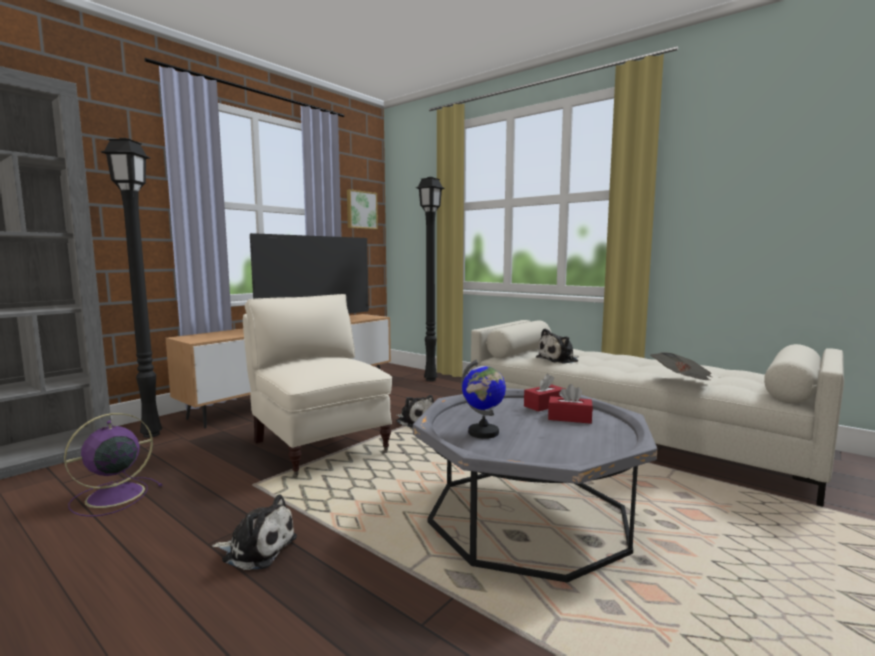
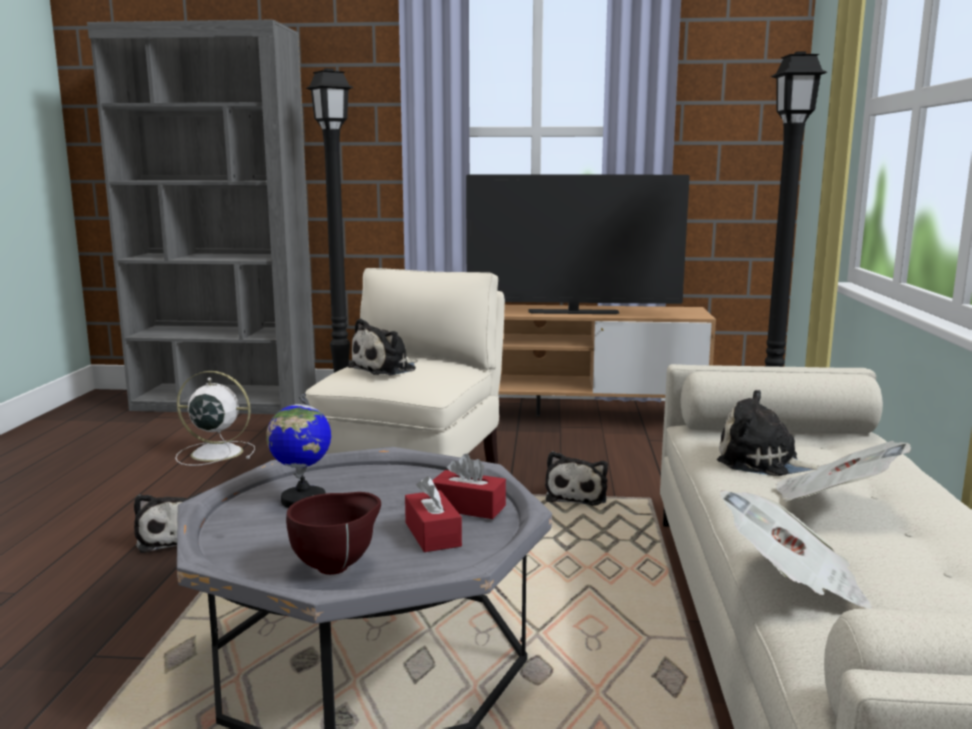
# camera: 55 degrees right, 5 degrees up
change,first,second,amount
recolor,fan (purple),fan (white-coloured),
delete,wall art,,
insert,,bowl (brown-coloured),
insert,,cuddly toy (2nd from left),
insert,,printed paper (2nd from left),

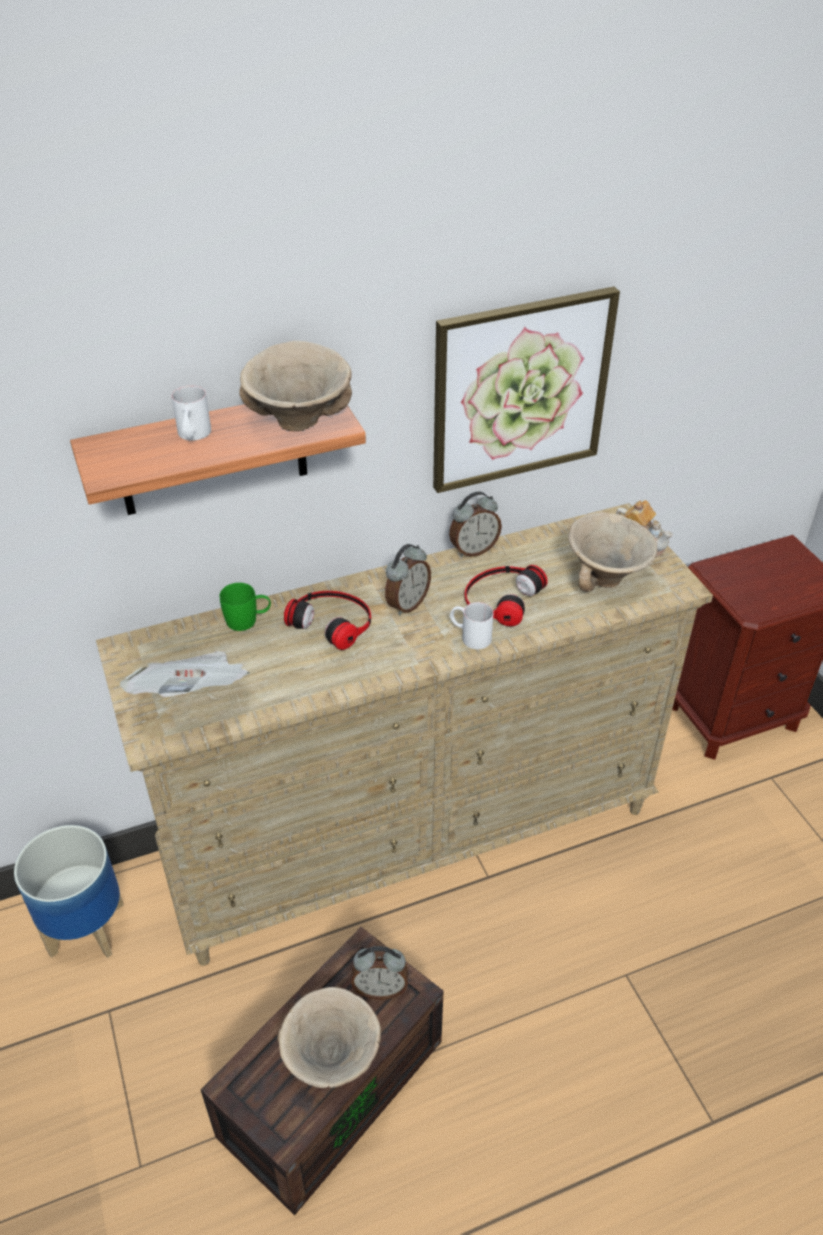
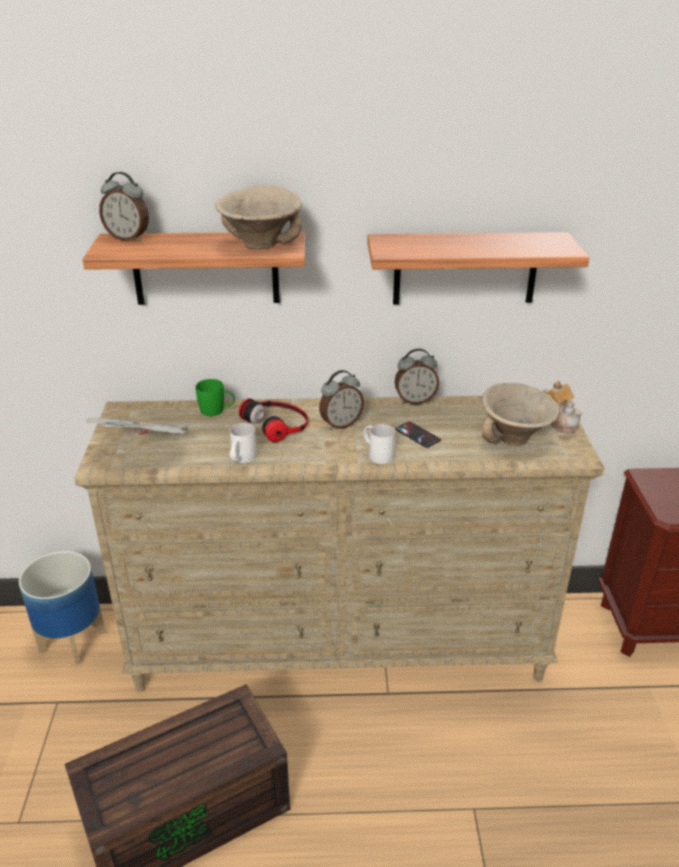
# camera: 20 degrees right, 10 degrees down
change,first,second,amount
move,mug (white-coloured) (1st from left),,
delete,bowl (beige) (2nd from left),,
move,table clock (1st from left),,
replace,wall art,wall shelf (2nd from left),
replace,headphones (2nd from left),handset,

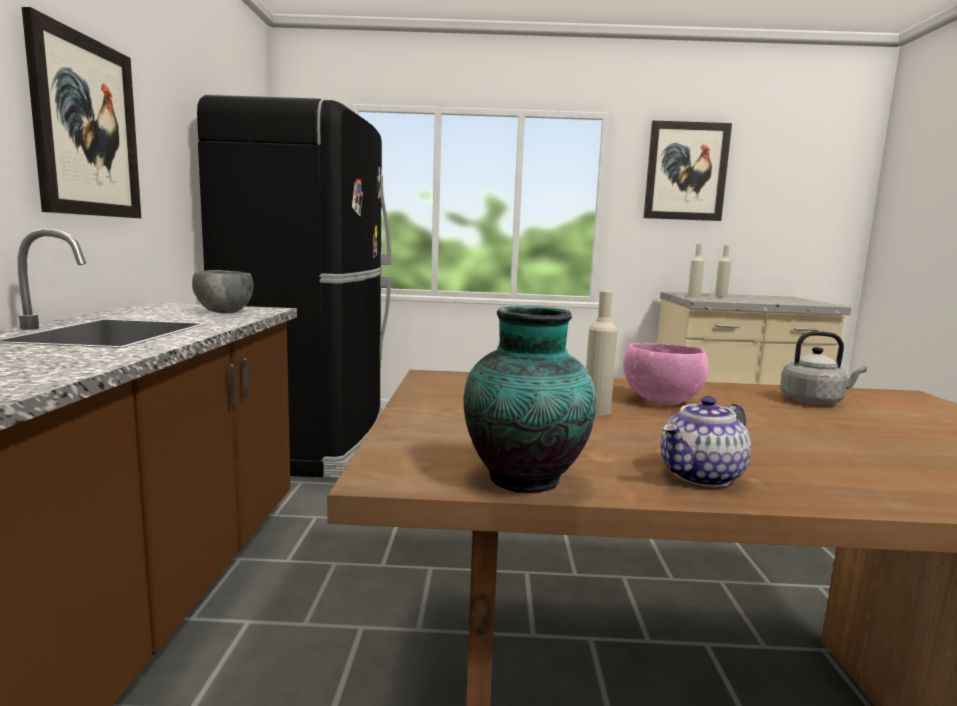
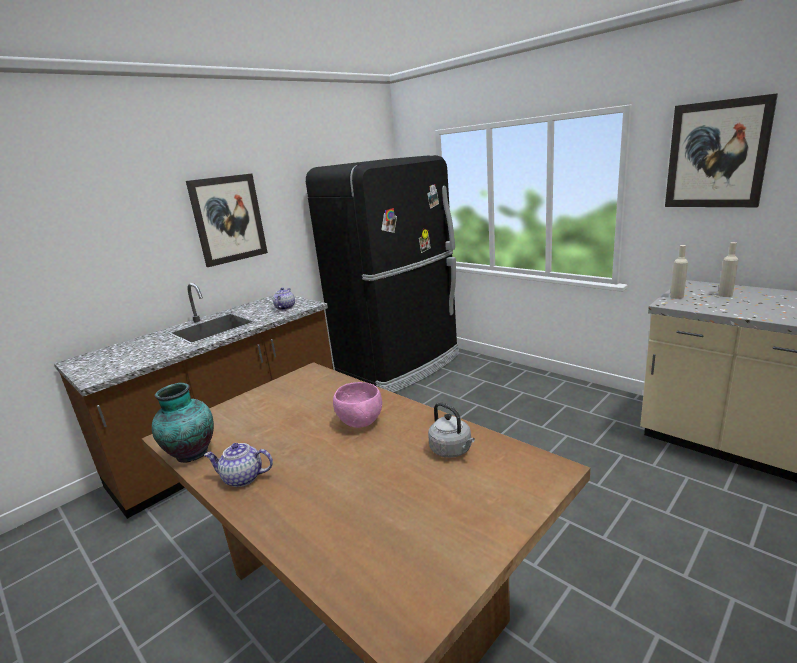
# camera: 45 degrees right, 10 degrees up
change,first,second,amount
replace,bowl (greyish),teapot (2nd from left),
delete,drink bottle (beige) (1st from left),,

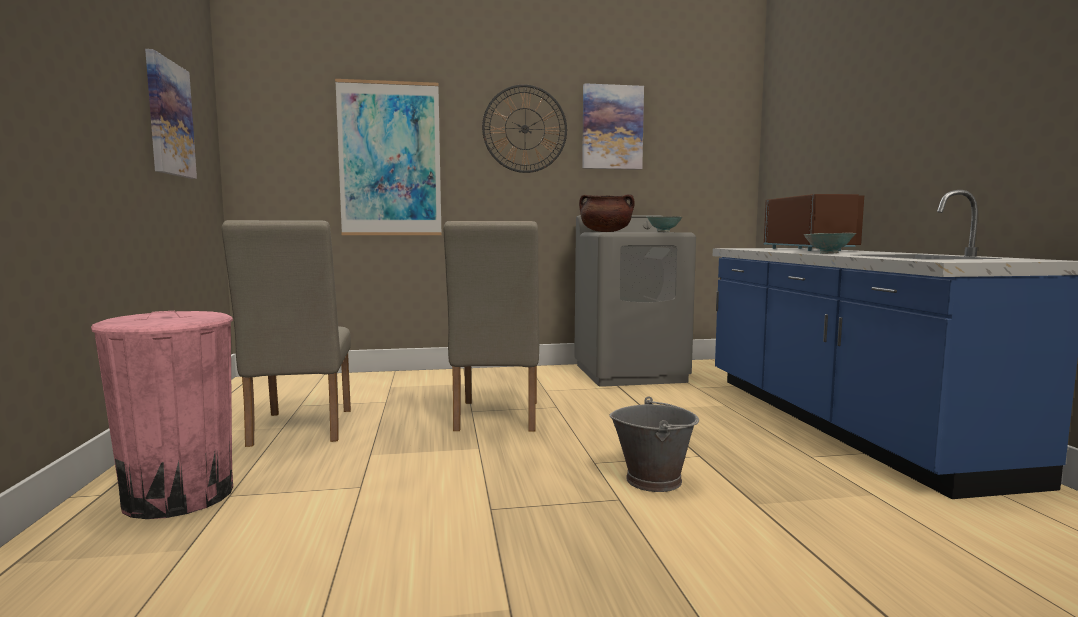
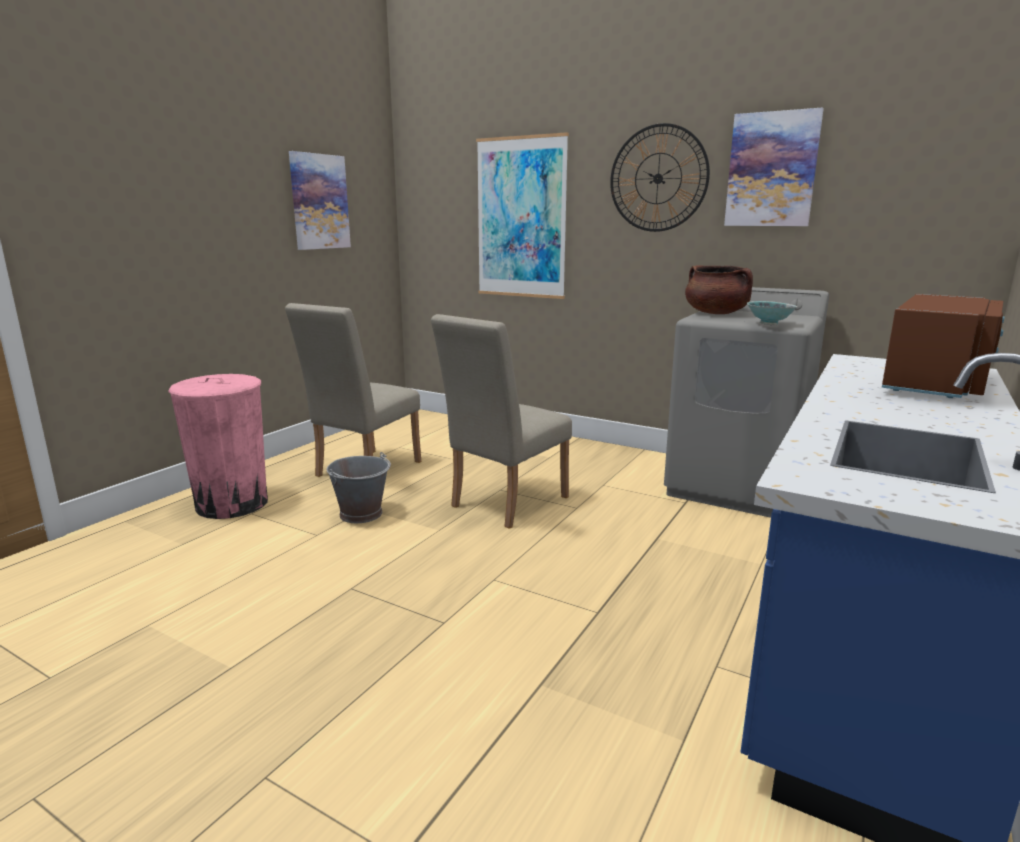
# camera: 40 degrees right, 10 degrees up
change,first,second,amount
move,bucket (greyish),,
delete,bowl (2nd from left),,

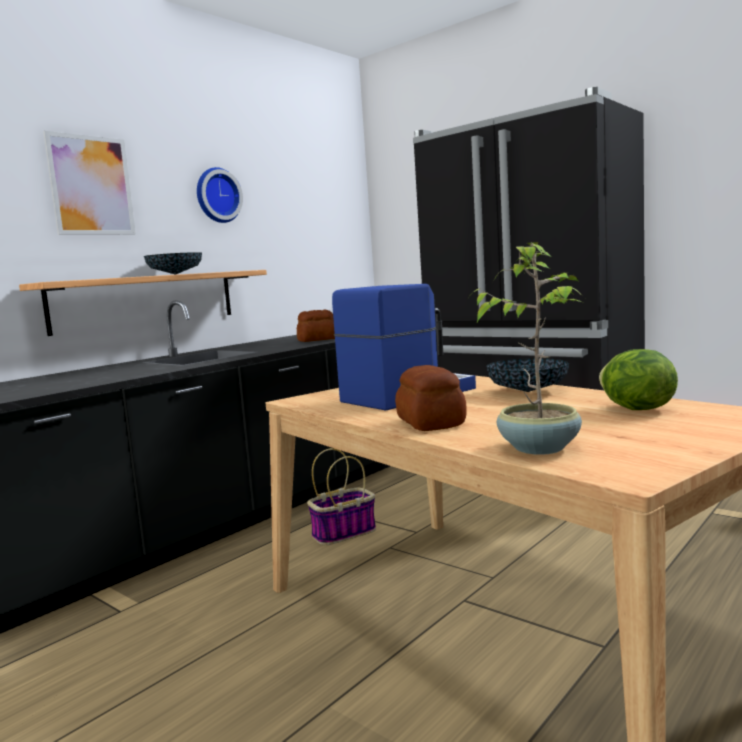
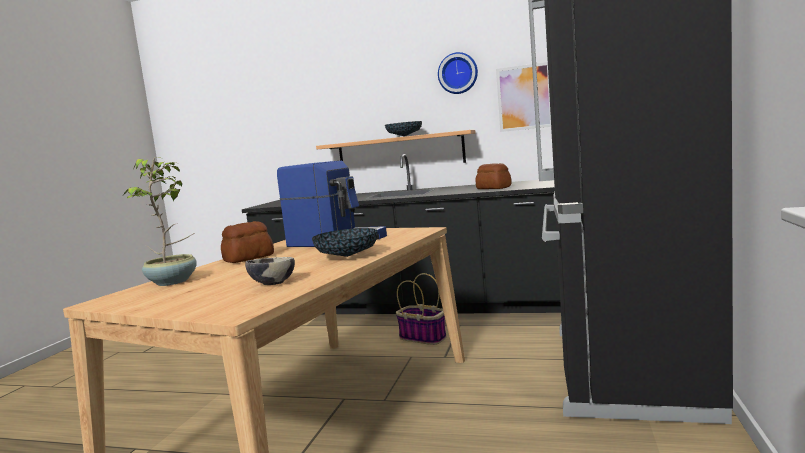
# camera: 65 degrees right, 0 degrees up
change,first,second,amount
move,wall art,,
replace,lettuce head,bowl (1st from left),

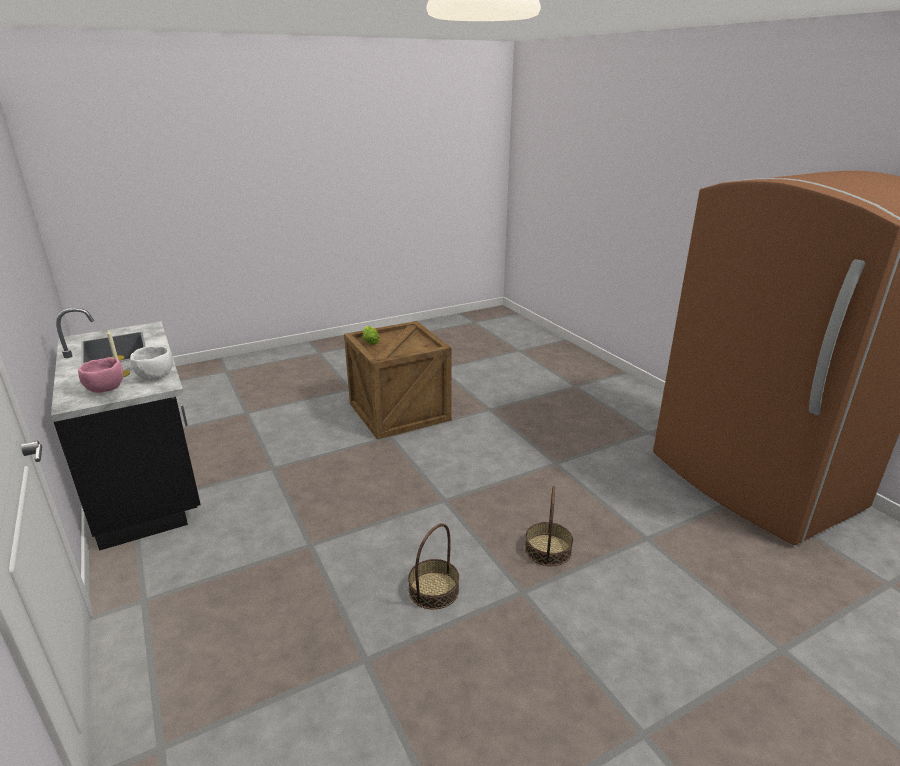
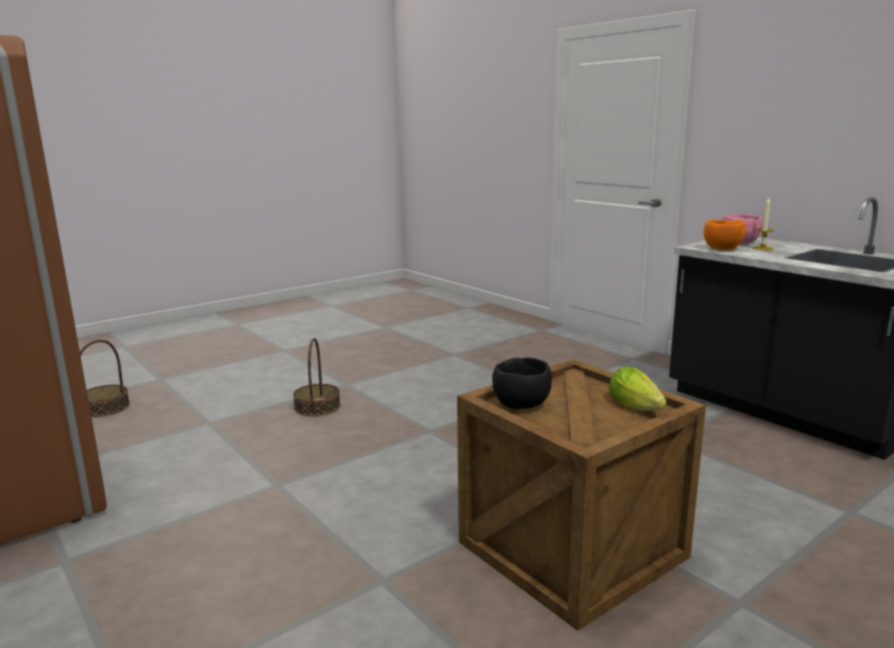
# camera: 170 degrees right, 10 degrees down
change,first,second,amount
recolor,bowl (white-coloured),bowl (orange),
move,basket (1st from left),,
insert,,bowl (black),

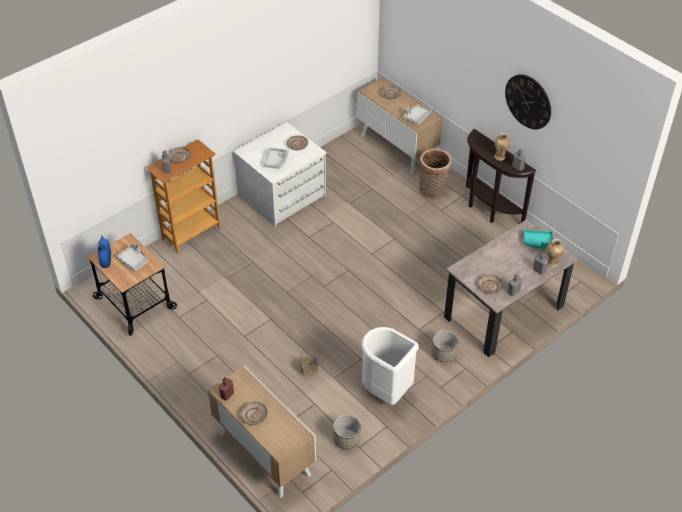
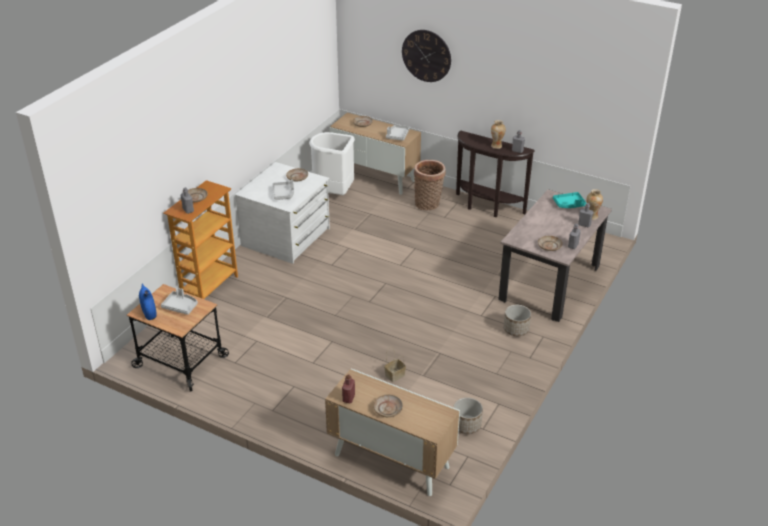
# camera: 20 degrees left, 10 degrees down
change,first,second,amount
move,trash can (white-coloured),,
move,hanging clock,,

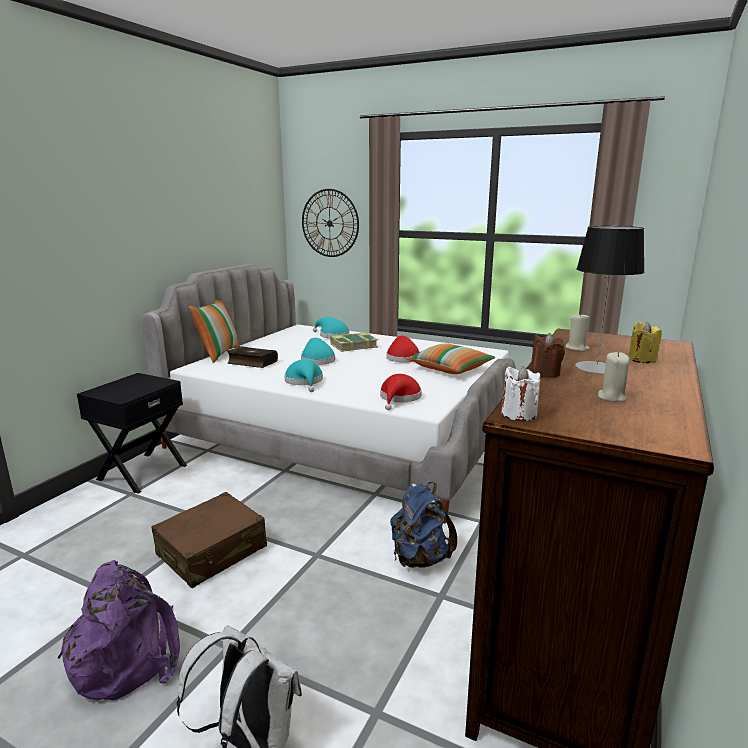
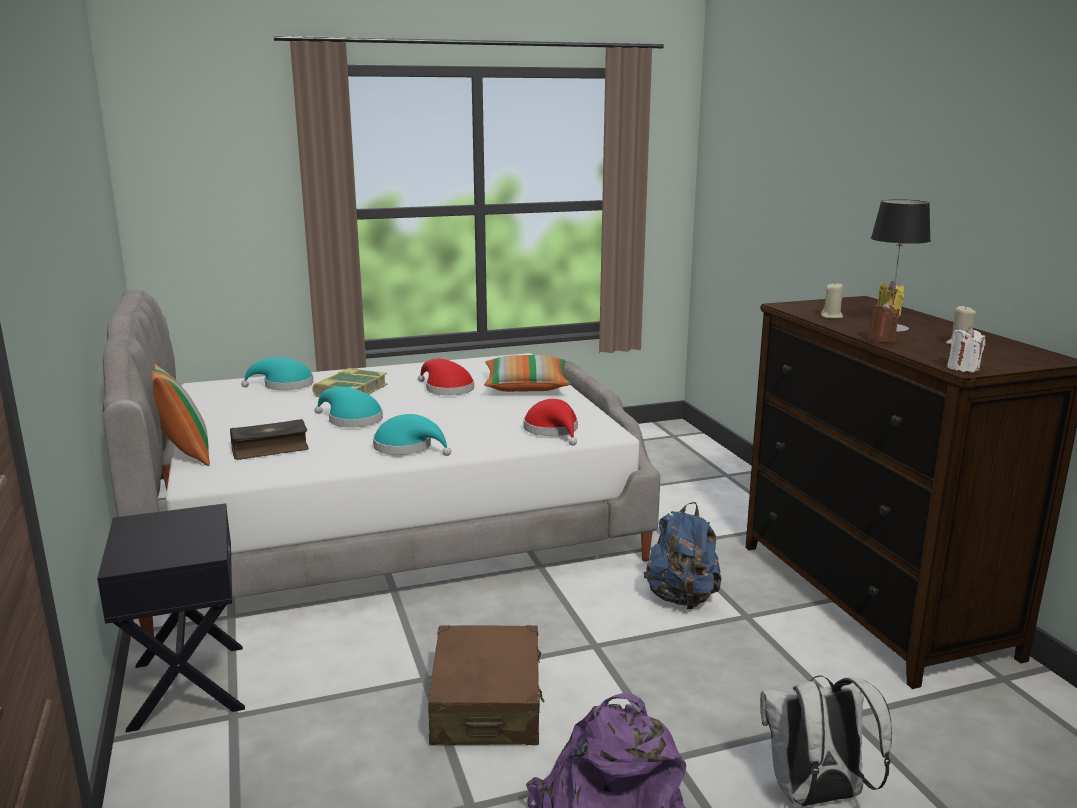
# camera: 45 degrees left, 0 degrees up
change,first,second,amount
delete,hanging clock,,

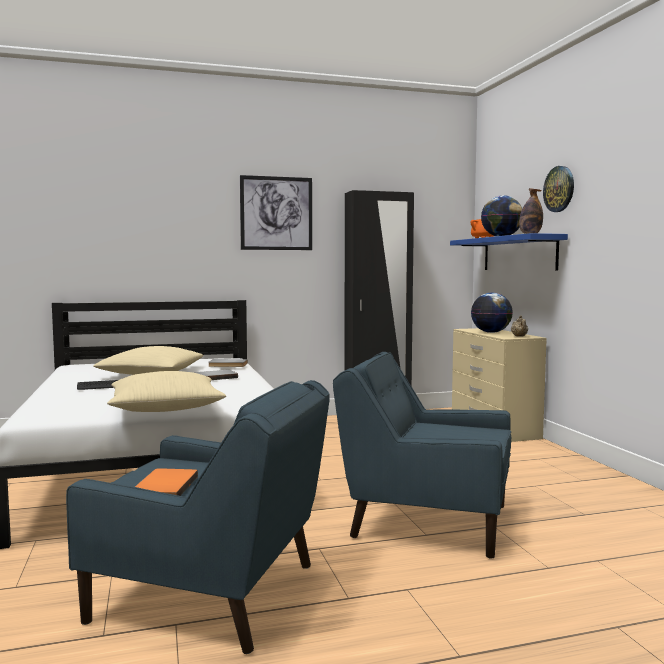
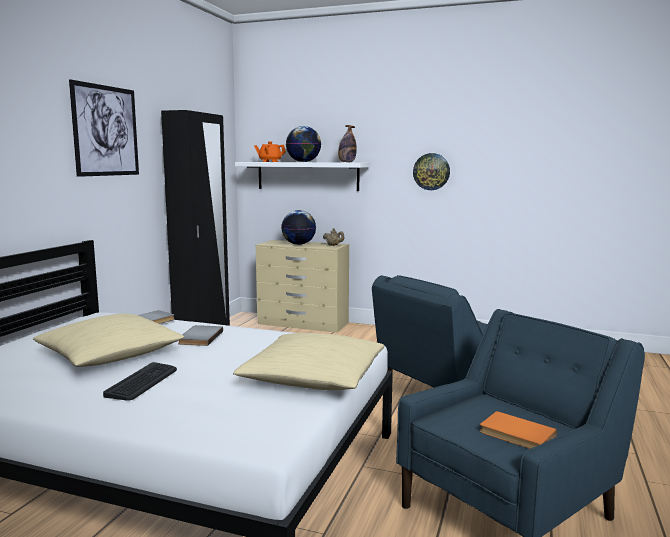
# camera: 55 degrees left, 5 degrees up
change,first,second,amount
recolor,wall shelf (bluish),wall shelf (white-coloured),
move,hanging clock,,

